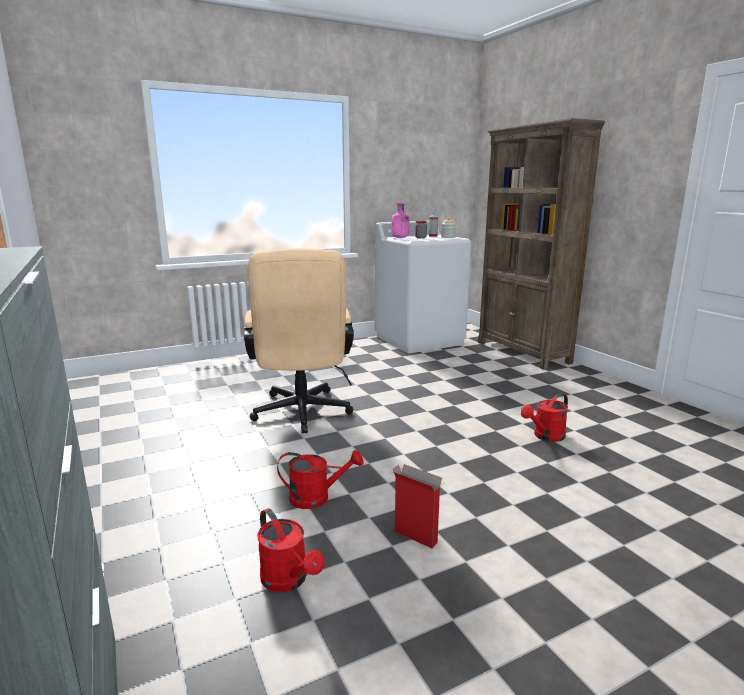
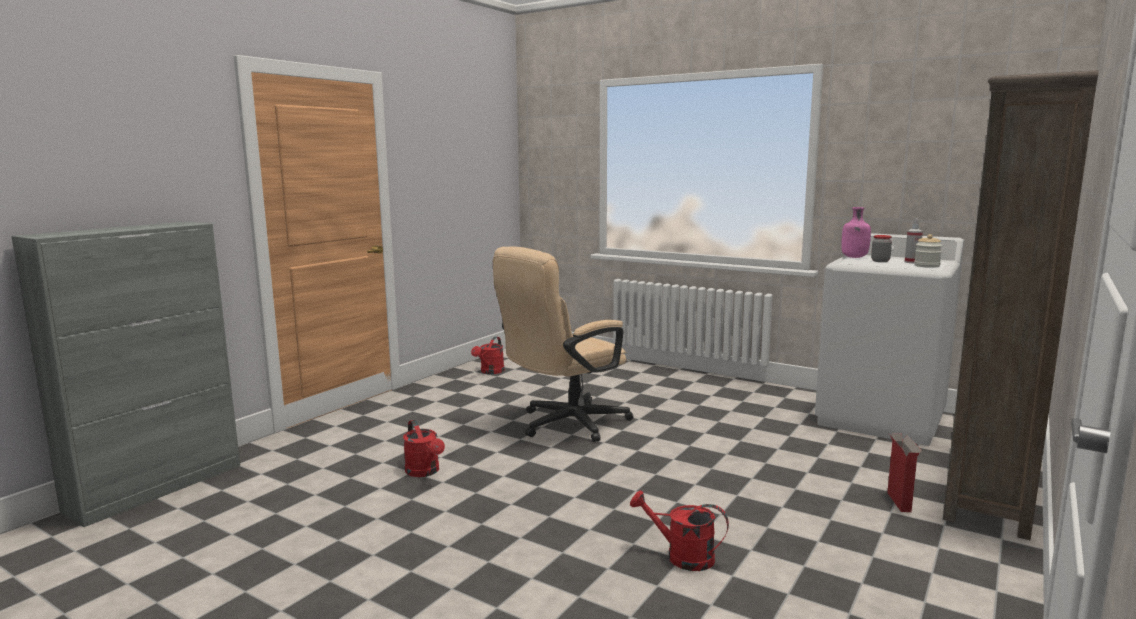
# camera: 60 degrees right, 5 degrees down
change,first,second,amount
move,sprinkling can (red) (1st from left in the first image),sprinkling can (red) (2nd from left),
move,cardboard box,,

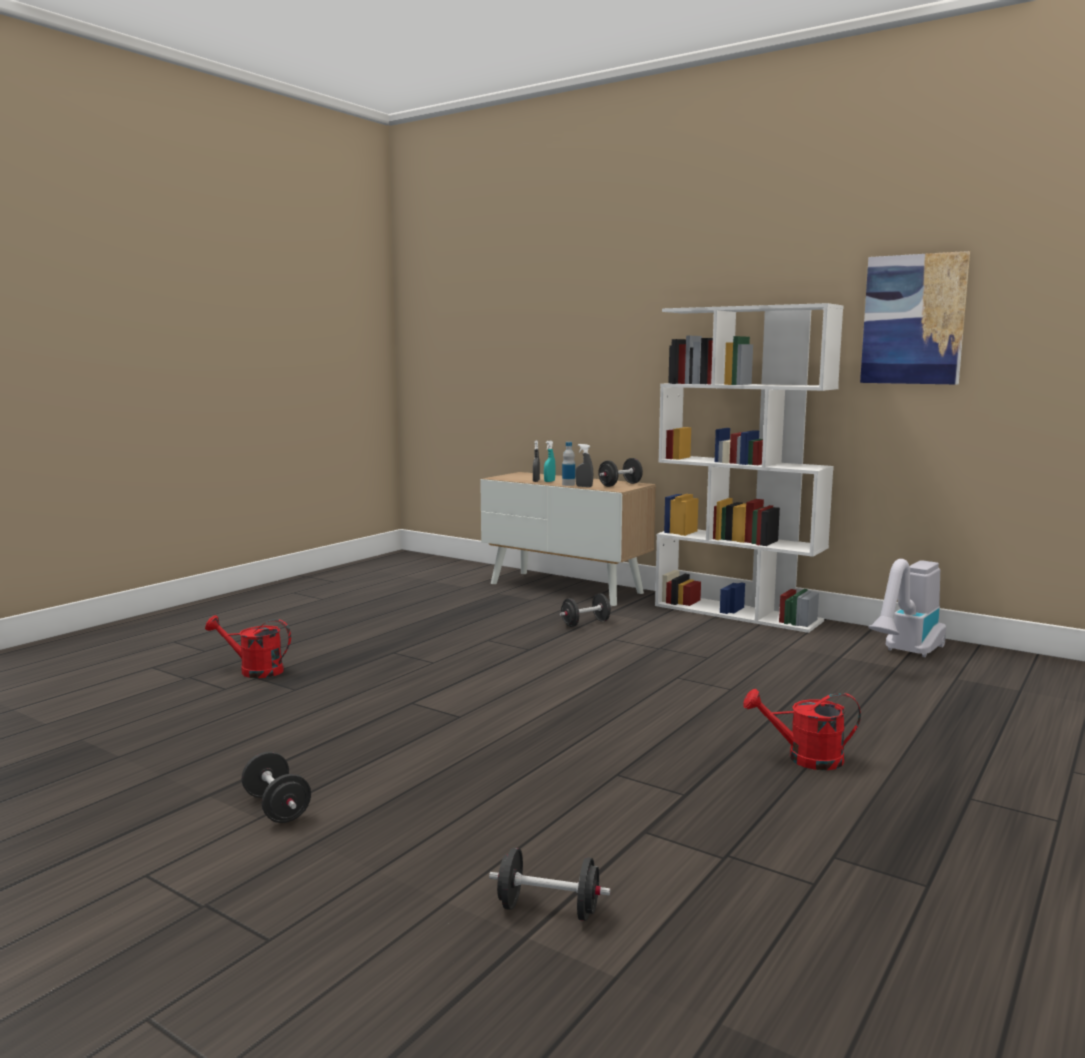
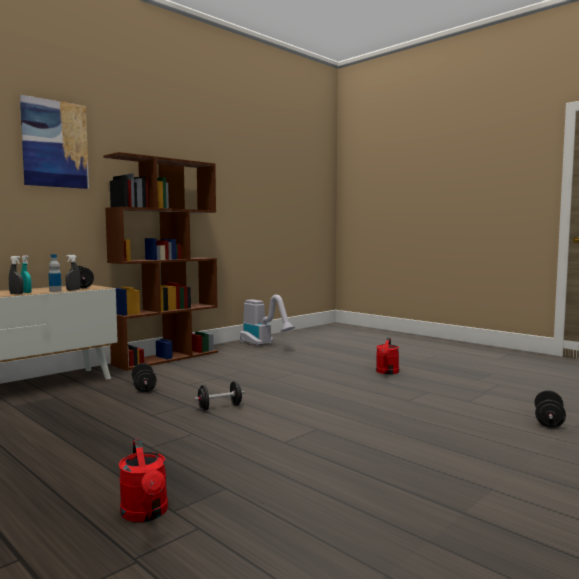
# camera: 80 degrees left, 5 degrees down
change,first,second,amount
rotate,sprinkling can (red) (1st from left),,45 degrees counterclockwise
move,free weight (black) (1st from left in the first image),free weight (black) (3rd from left),
recolor,bookcase (white-coloured),bookcase (brown-coloured),
move,wall art,,

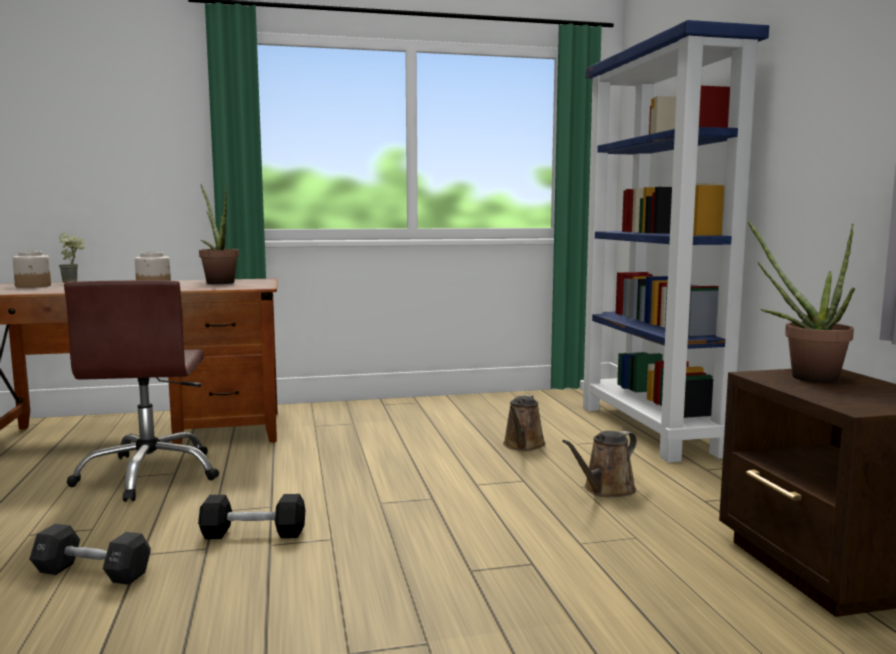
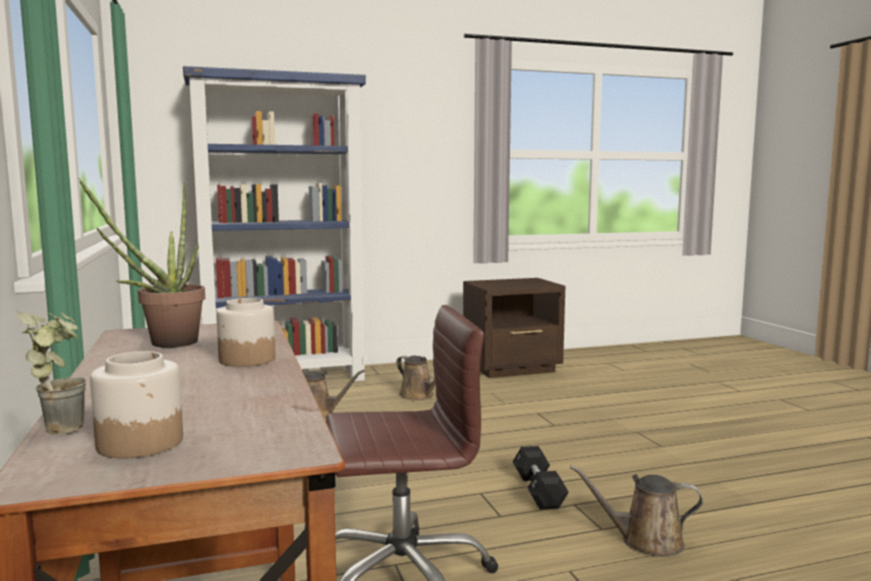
# camera: 95 degrees left, 0 degrees up
change,first,second,amount
replace,free weight (black) (1st from left),sprinkling can (brown-coloured) (3rd from left),
delete,houseplant (3rd from left),,

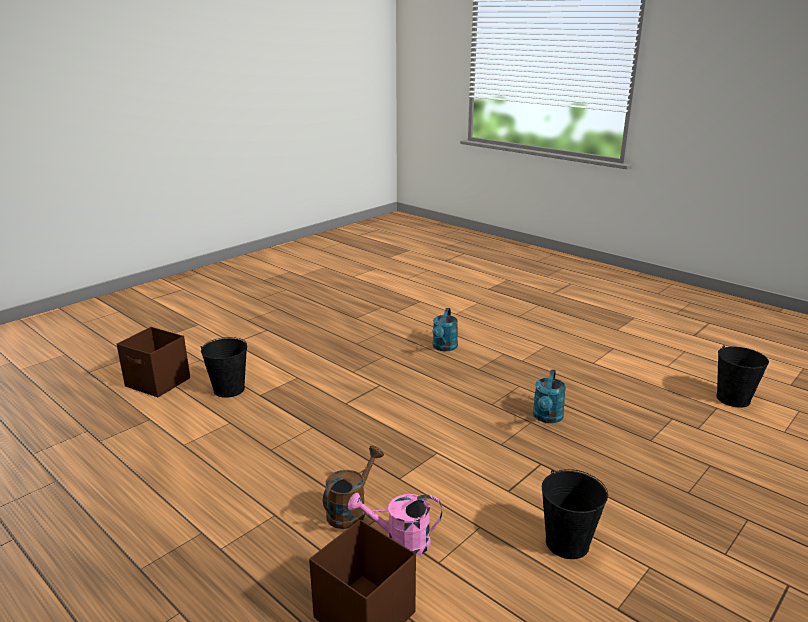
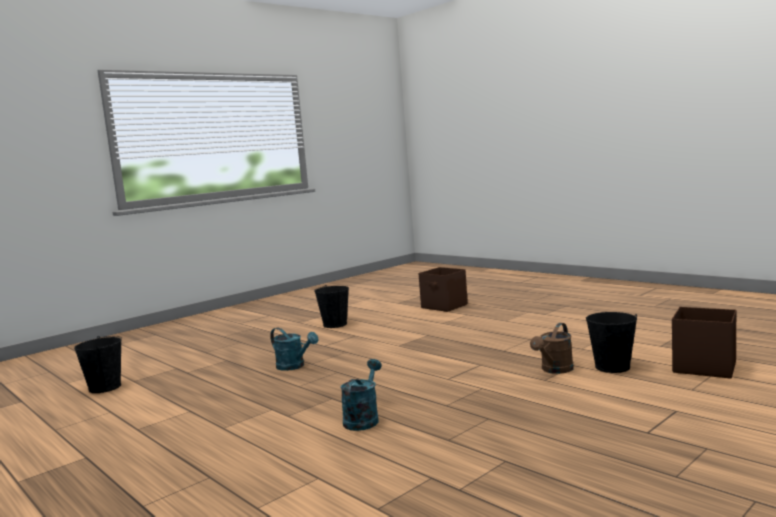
# camera: 175 degrees left, 15 degrees down
change,first,second,amount
move,sprinkling can (brown-coloured),,
delete,sprinkling can (pinkish),,
rotate,sprinkling can (blue-green) (2nd from left in the first image),sprinkling can (blue-green) (1st from left),105 degrees clockwise

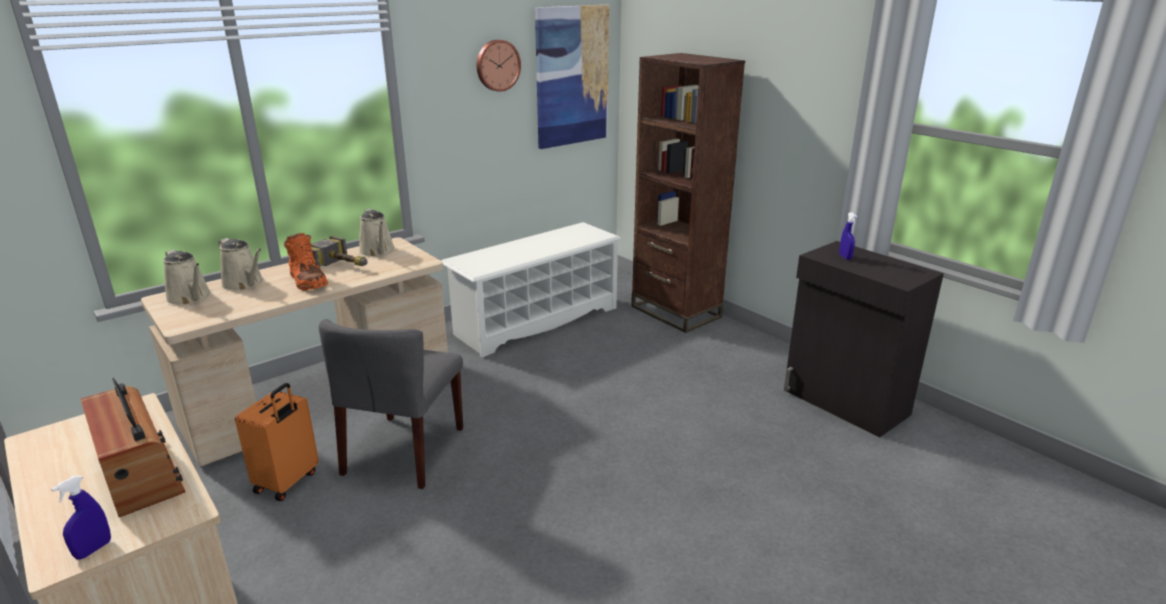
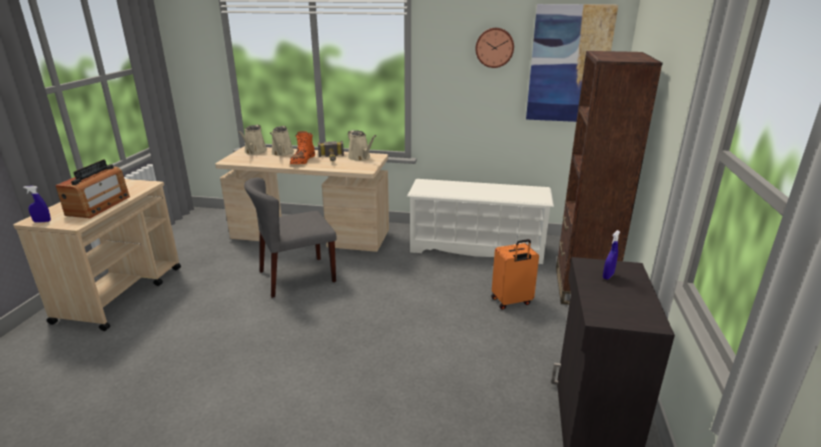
# camera: 50 degrees right, 0 degrees up
change,first,second,amount
move,piece of luggage (orange),,
rotate,sprinkling can (beige) (3rd from left),,60 degrees counterclockwise

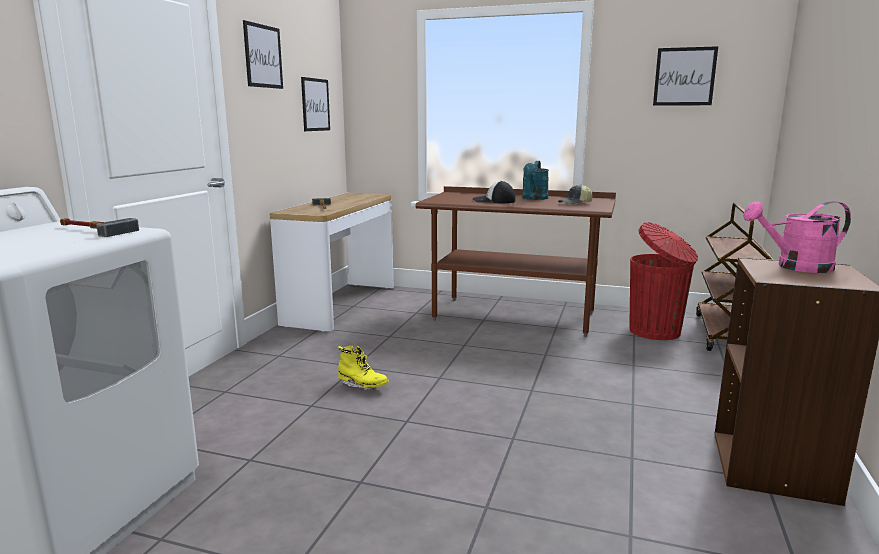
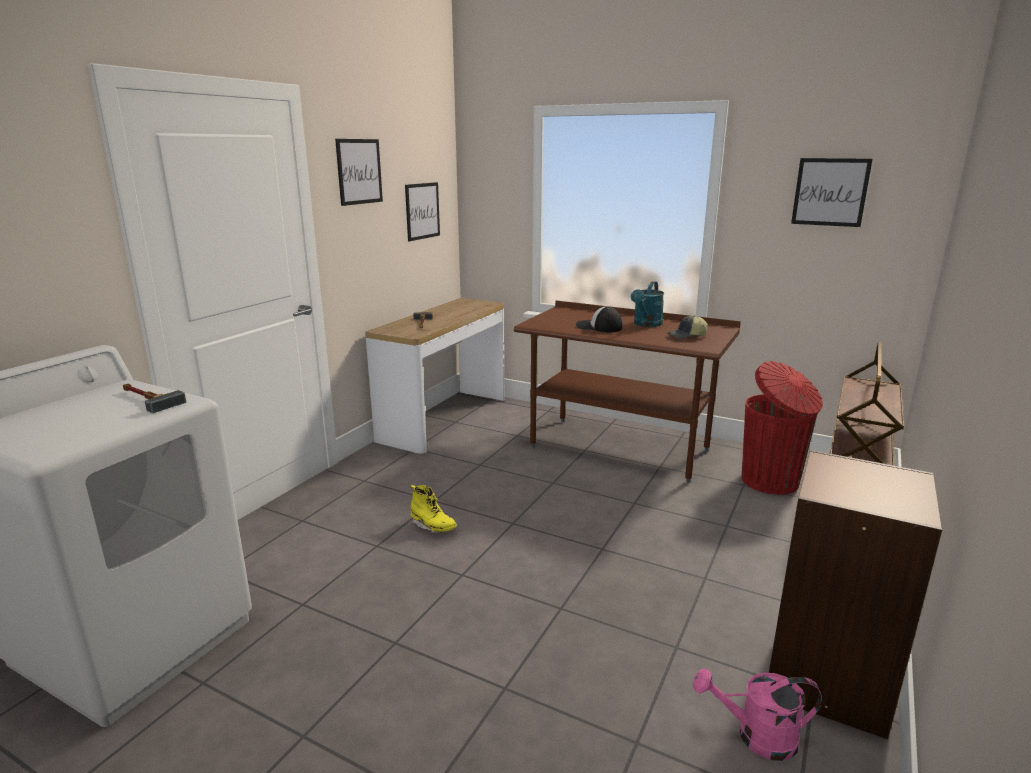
# camera: 10 degrees right, 5 degrees up
change,first,second,amount
move,sprinkling can (pinkish),,

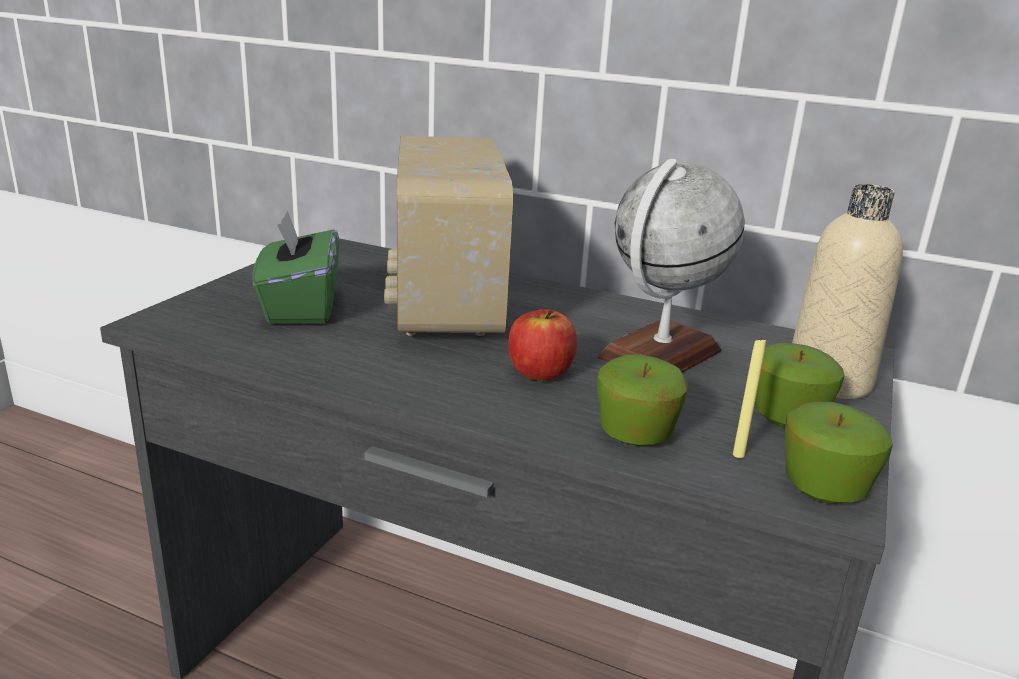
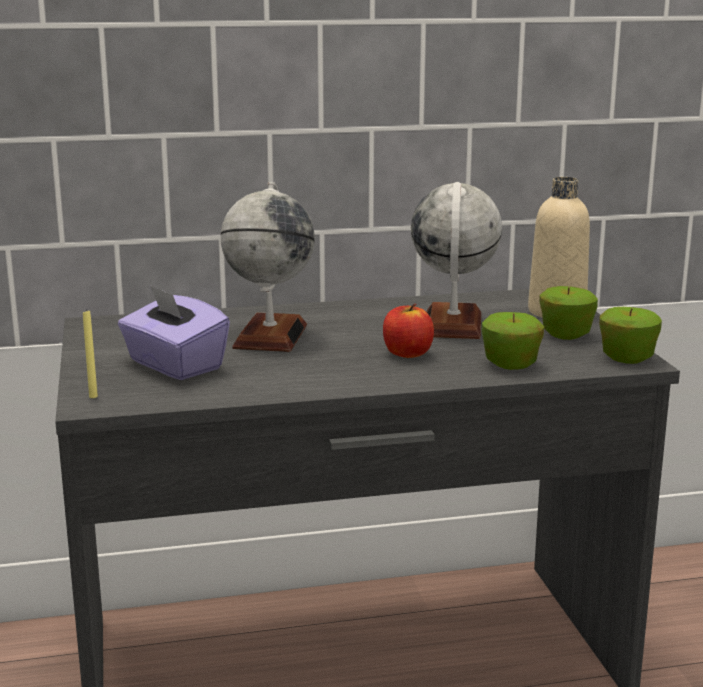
# camera: 35 degrees left, 5 degrees down
change,first,second,amount
recolor,tissue box (green),tissue box (purple),
replace,radio receiver,globe (1st from left),
move,wax candle (yellow),,

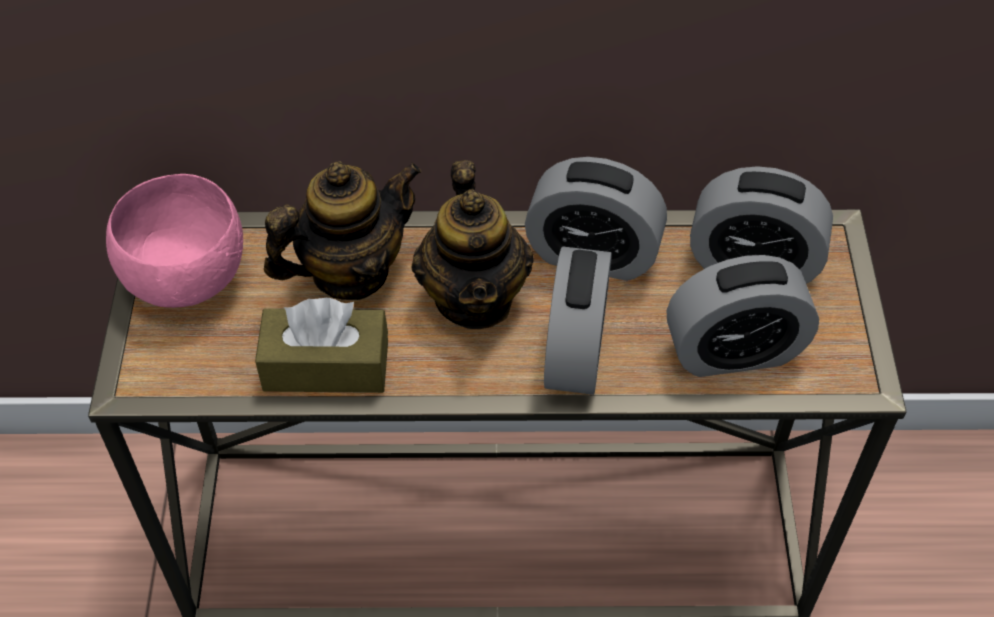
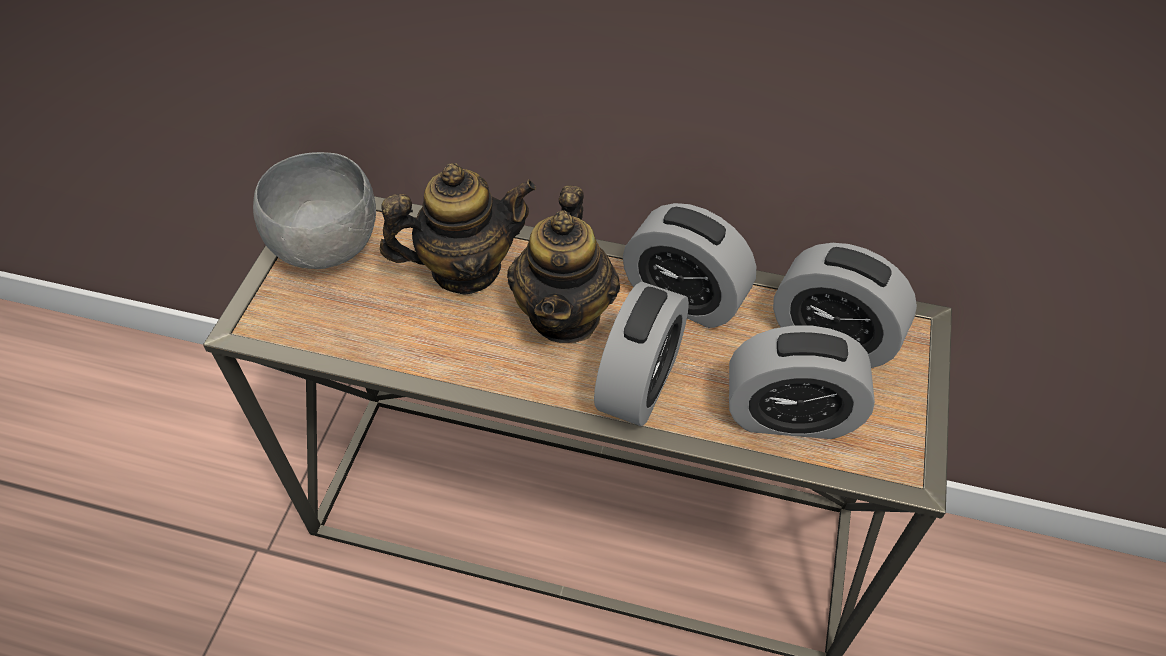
# camera: 15 degrees right, 0 degrees up
change,first,second,amount
recolor,bowl (pinkish),bowl (greyish),
delete,tissue box (brown-coloured),,

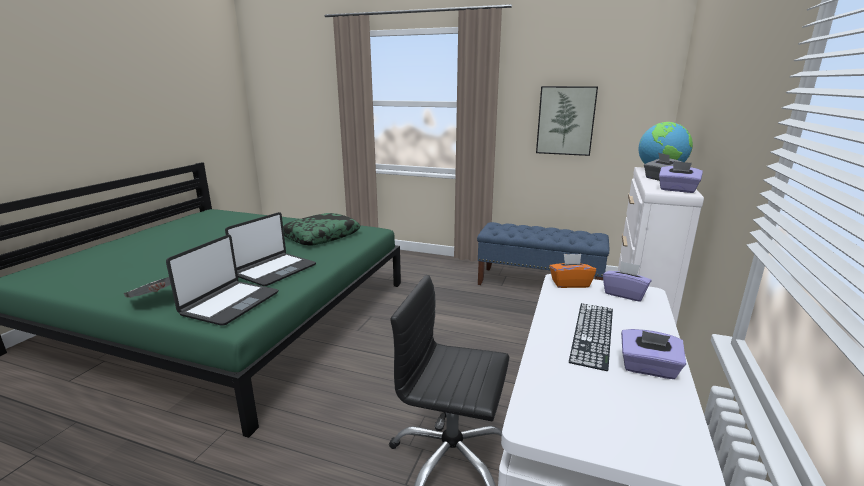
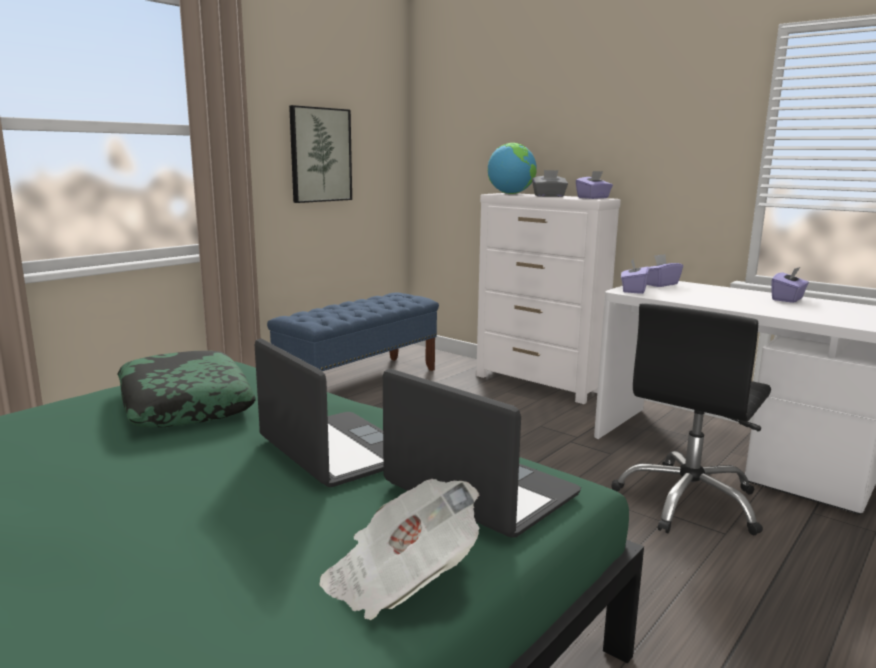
# camera: 70 degrees left, 5 degrees down
change,first,second,amount
recolor,tissue box (orange),tissue box (purple) (2nd from left),
delete,PC keyboard,,

